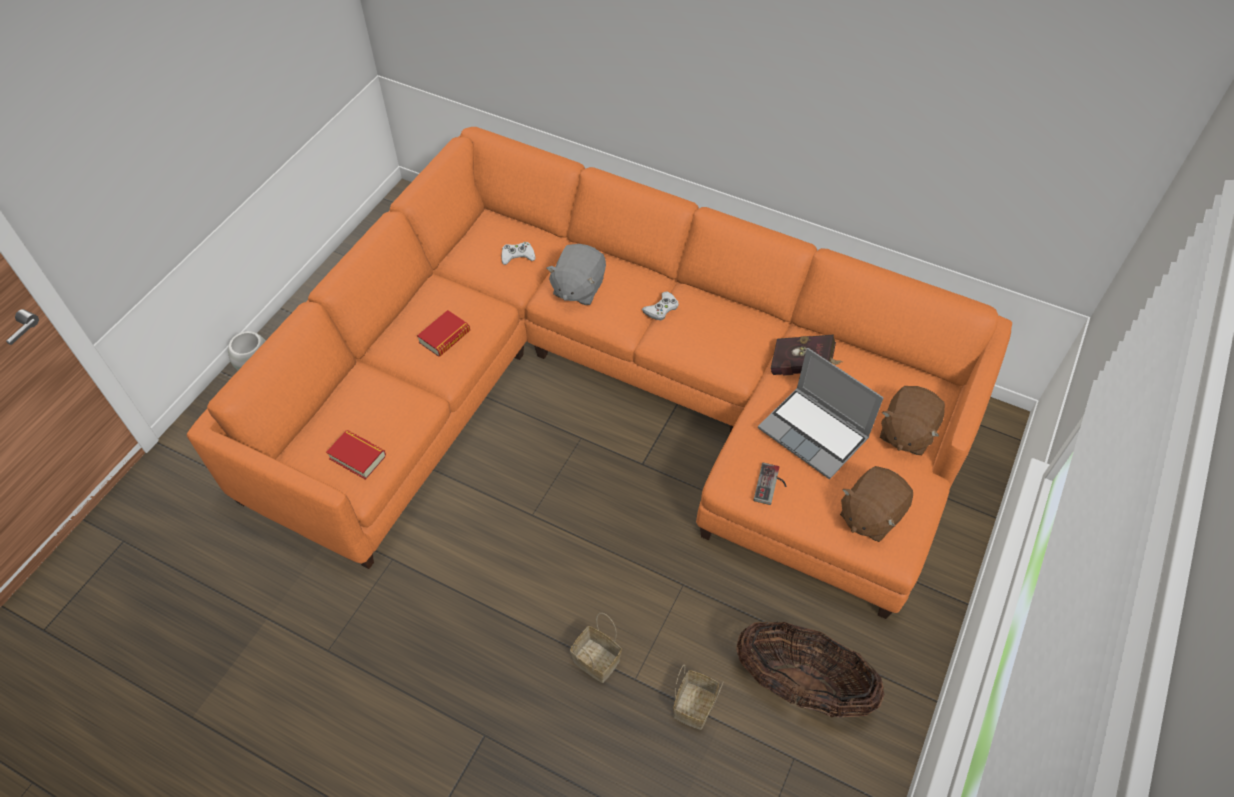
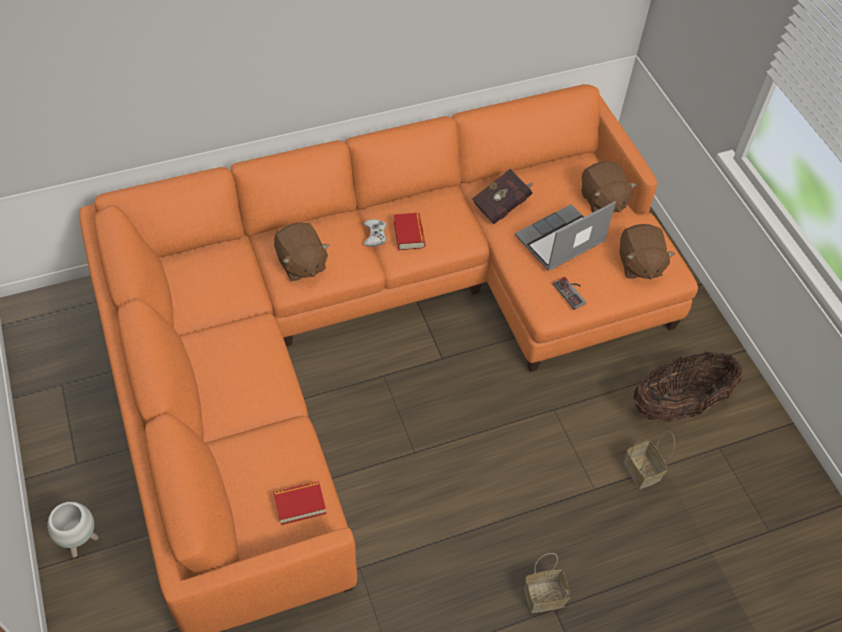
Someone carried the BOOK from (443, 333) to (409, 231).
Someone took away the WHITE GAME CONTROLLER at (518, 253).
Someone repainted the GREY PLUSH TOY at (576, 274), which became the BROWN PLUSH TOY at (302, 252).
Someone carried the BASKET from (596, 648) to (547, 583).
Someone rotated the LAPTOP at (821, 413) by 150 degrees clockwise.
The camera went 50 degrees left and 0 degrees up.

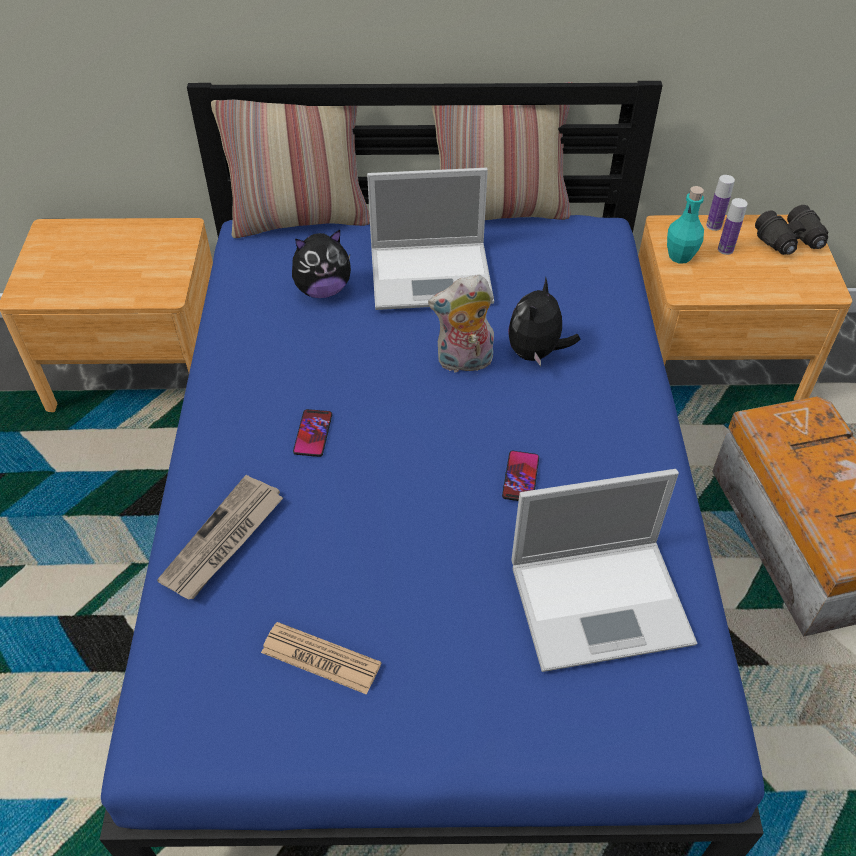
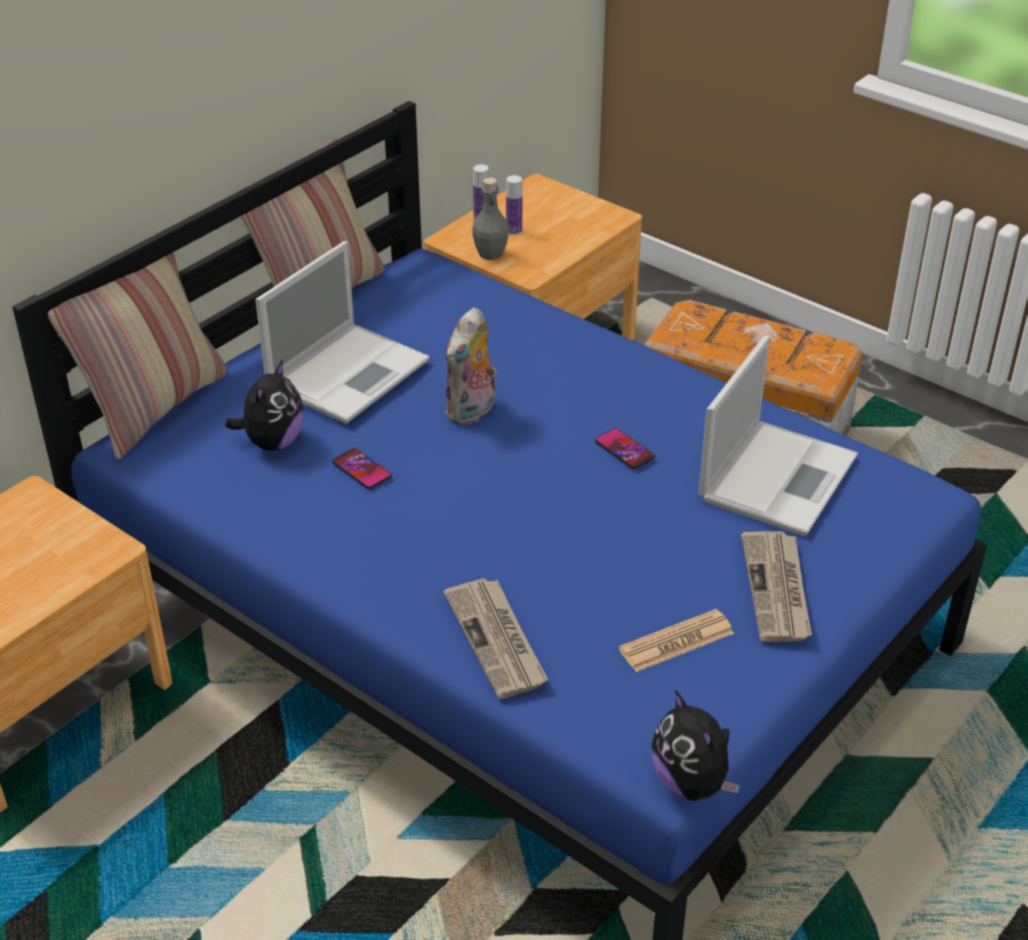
Someone carried the PHONE from (312, 433) to (362, 468).
Someone carried the PLUSH TOY from (544, 321) to (696, 745).
Someone repainted the TURQUOISE BOTTLE at (685, 225), which became the GREY BOTTLE at (490, 218).
Someone took away the BLACK BINOCULARS at (791, 230).
Someone put down the NEWSPAPER at (776, 586).
The camera went 50 degrees left and 10 degrees down.

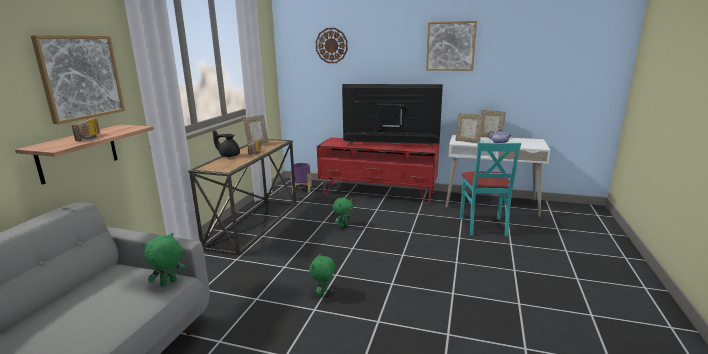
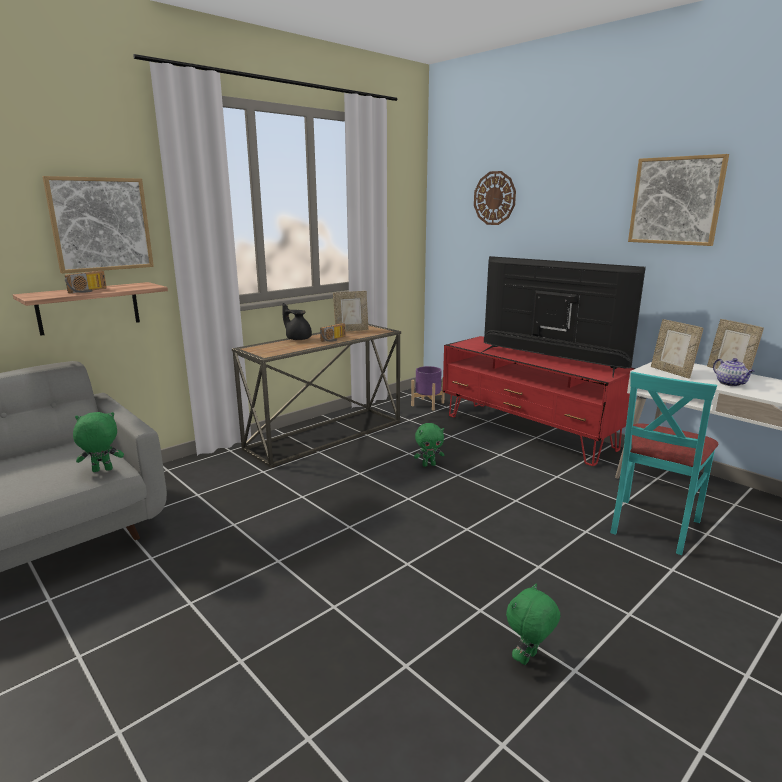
Someone carried the GREEN PLUSH TOY from (322, 275) to (533, 624).
The camera went 30 degrees right and 0 degrees up.

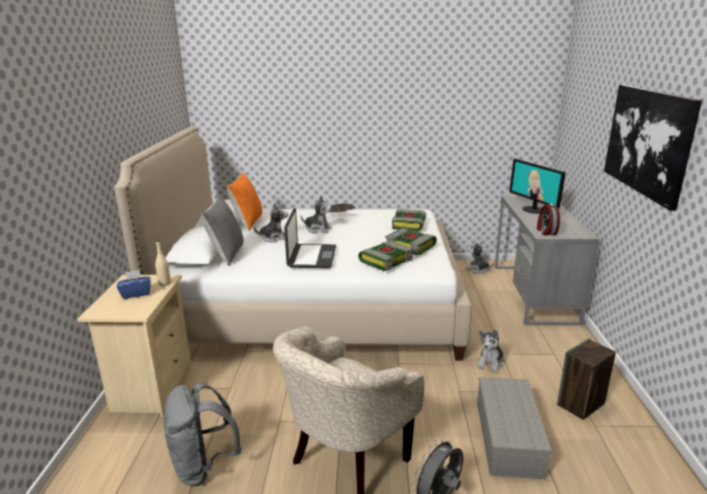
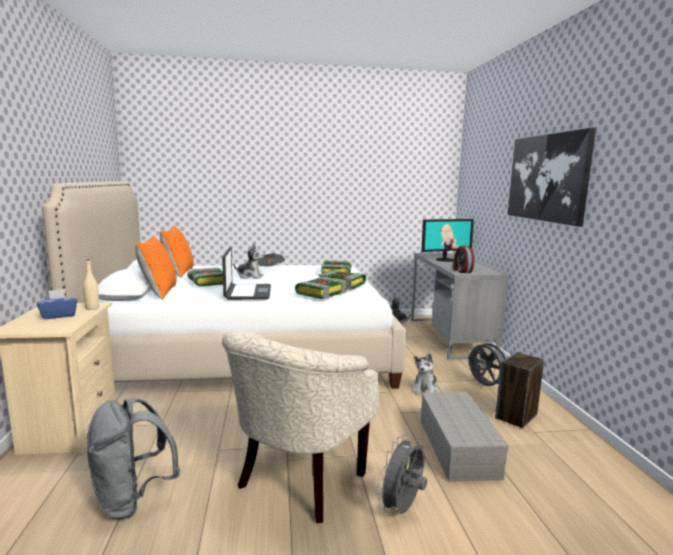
Someone repainted the GREY PILLOW at (222, 231), which became the ORANGE PILLOW at (156, 267).
Someone swapped the PLUSH TOY at (271, 222) for the BOOK at (205, 276).
Someone rotated the MONITOR at (537, 186) by 75 degrees counterclockwise.
Someone put down the GREY FAN at (487, 363).
The camera went 10 degrees left and 10 degrees down.

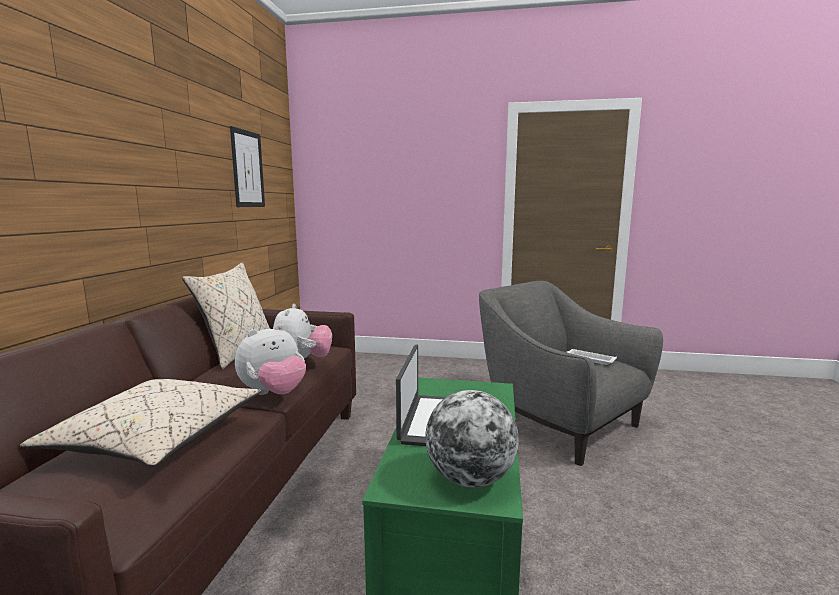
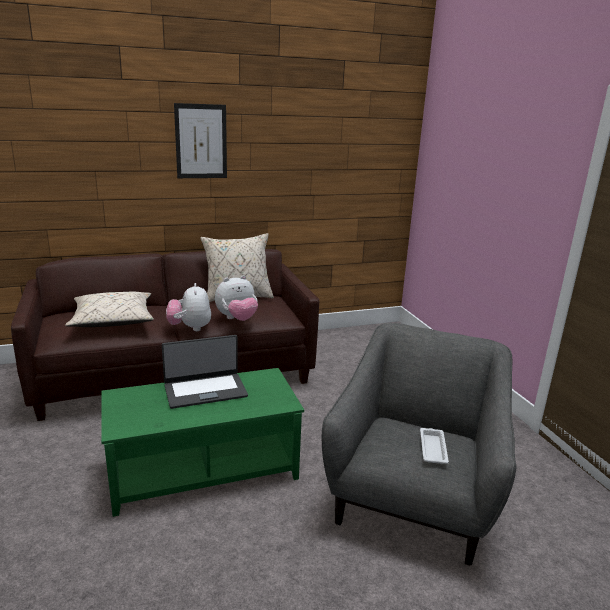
Someone carried the PICTURE from (247, 166) to (200, 140).
Someone rotated the PLUSH TOY at (270, 359) by 60 degrees clockwise.
Someone took away the GLOBE at (472, 439).
The camera went 60 degrees right and 10 degrees up.

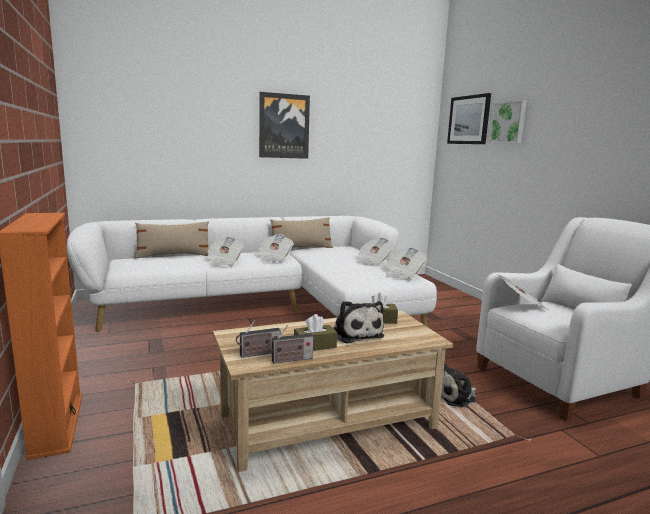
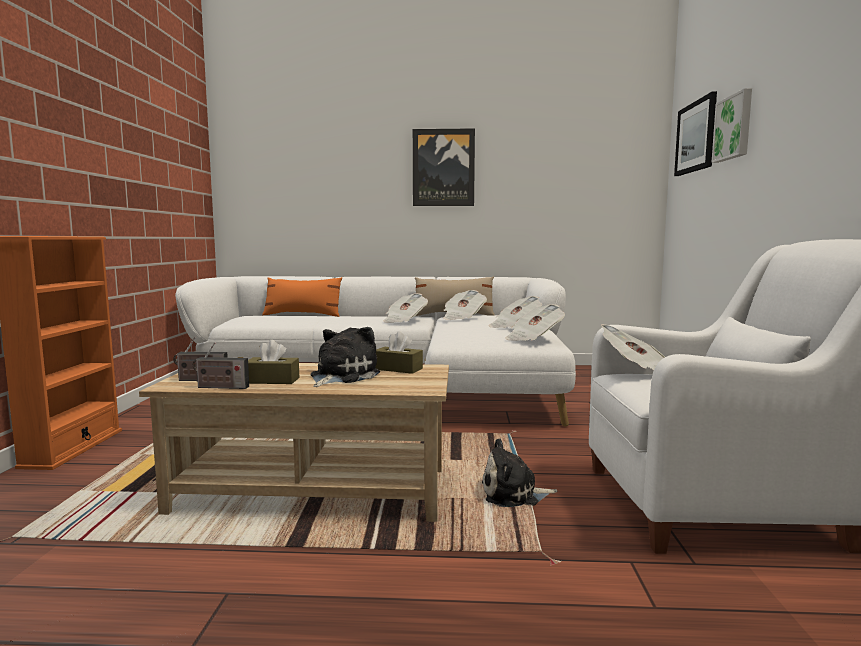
Someone repainted the BEIGE PILLOW at (172, 240), which became the ORANGE PILLOW at (302, 297).
Someone carried the NEWSPAPER from (226, 251) to (465, 305).
Someone rotated the PLUSH TOY at (358, 322) by 150 degrees counterclockwise.
The camera went 25 degrees right and 5 degrees down.

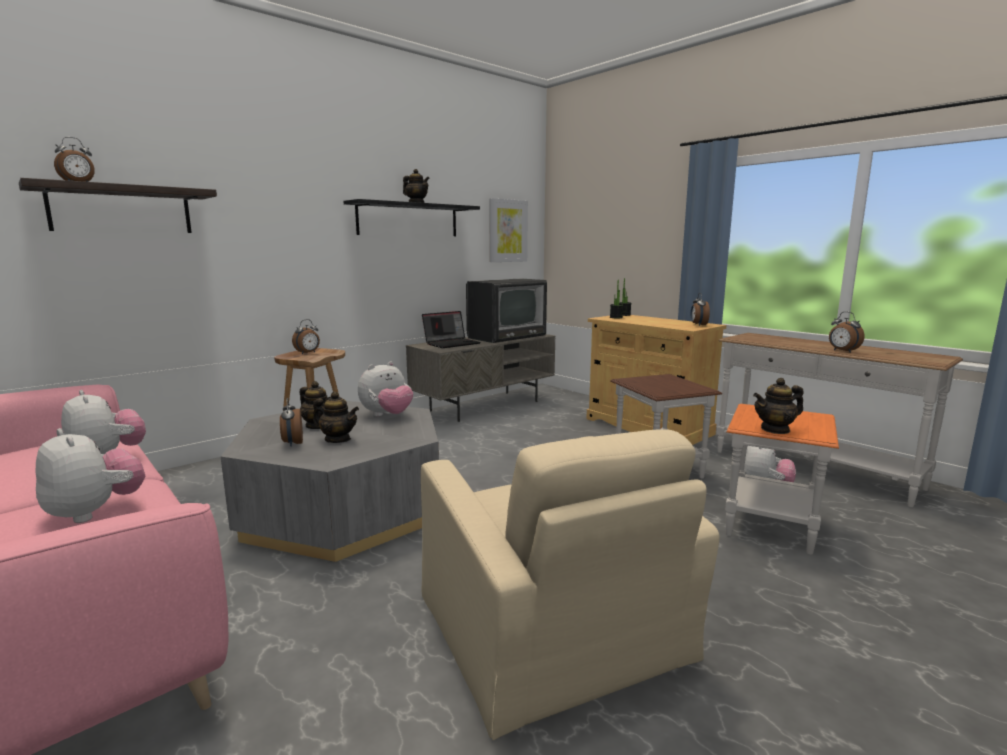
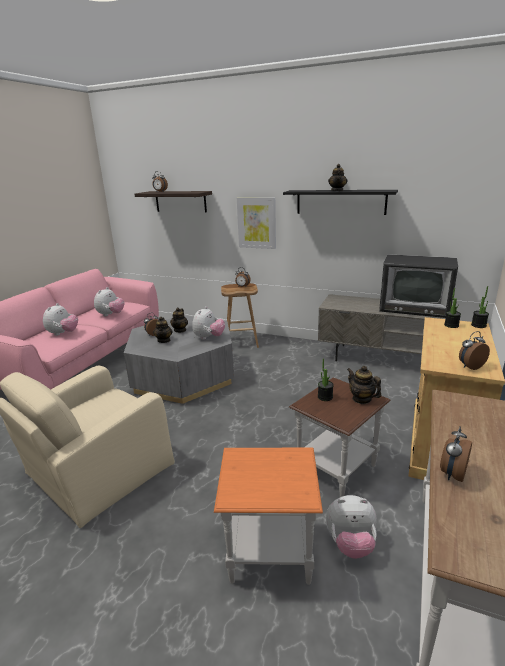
Someone rotated the PLUSH TOY at (385, 389) by 90 degrees counterclockwise.
Someone took away the LAPTOP at (451, 329).
Someone carried the PICTURE from (508, 230) to (256, 223).
Someone carried the TEAPOT from (778, 406) to (364, 385).
Someone put down the POTTED PLANT at (326, 379).
The camera went 65 degrees right and 10 degrees up.

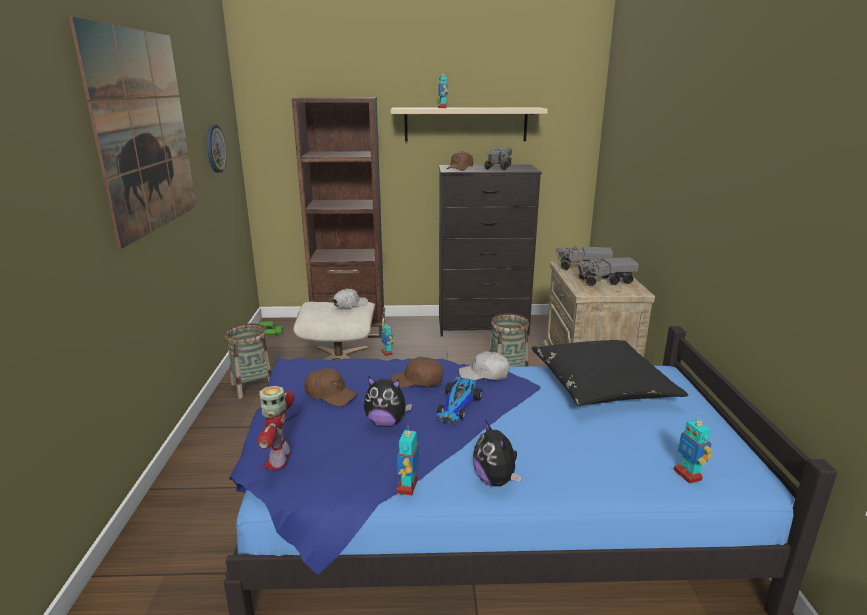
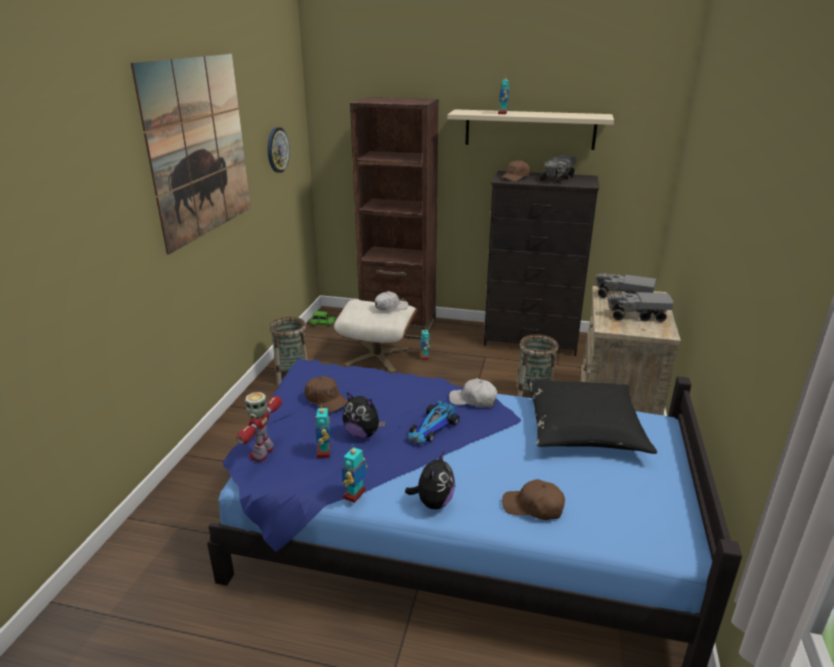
Someone carried the BROWN CAP from (417, 372) to (533, 499).
Someone rotated the PLUSH TOY at (497, 453) by 150 degrees counterclockwise.
Someone carried the TOY ROBOT from (693, 449) to (323, 431).
The camera went 15 degrees right and 5 degrees up.

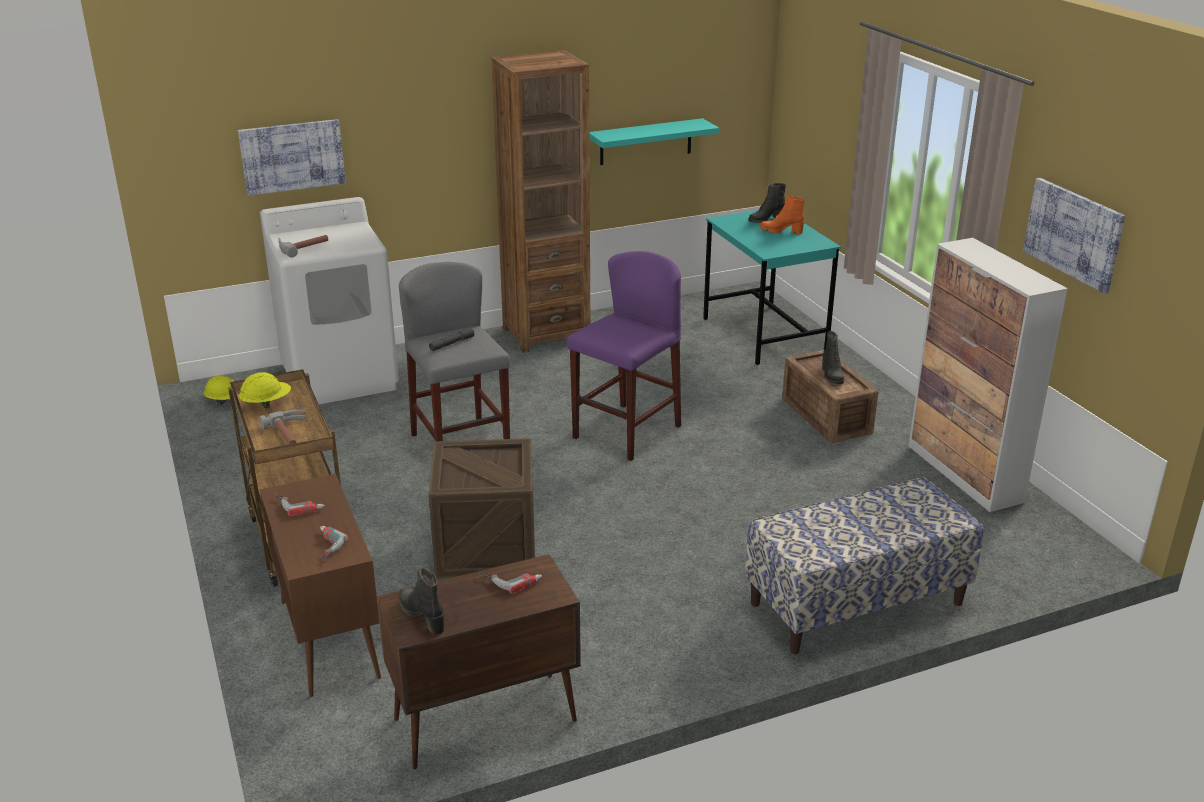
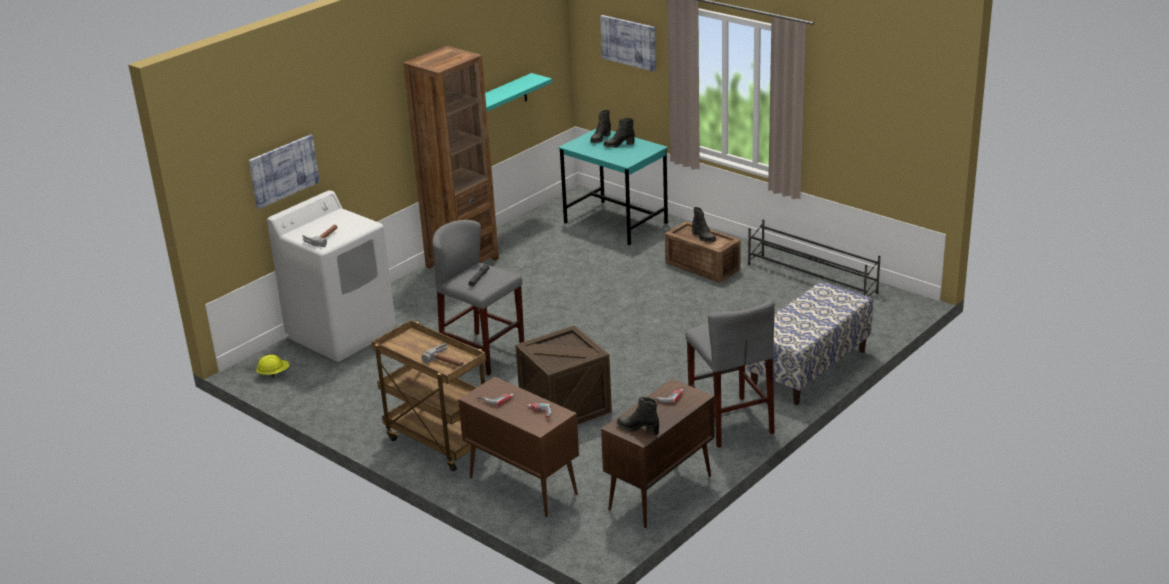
Someone took away the YELLOW HARD HAT at (265, 390).
Someone took away the PURPLE STOOL at (624, 356).
Someone repainted the ORANGE BOOT at (782, 215), which became the BLACK BOOT at (619, 133).
Someone swapped the CABINET at (988, 375) for the BLACK SHOE RACK at (814, 258).
Someone carried the PICTURE from (1074, 236) to (628, 43).
Someone put down the GREY STOOL at (730, 374).
The camera went 25 degrees left and 0 degrees up.

